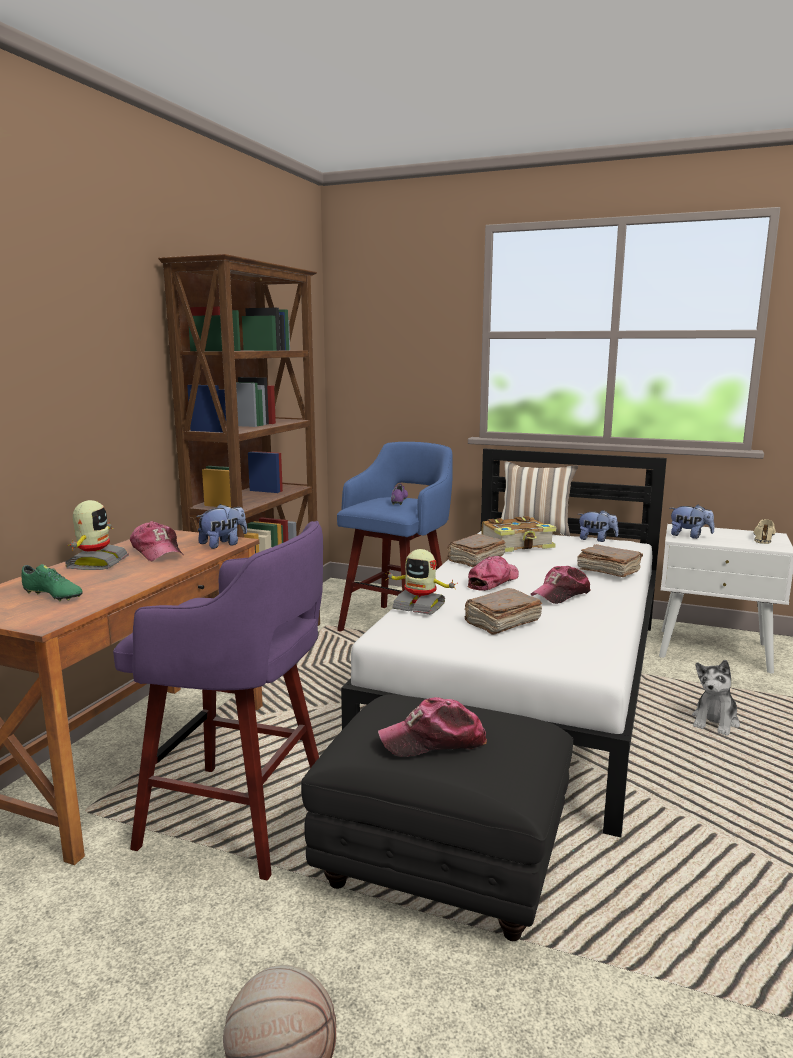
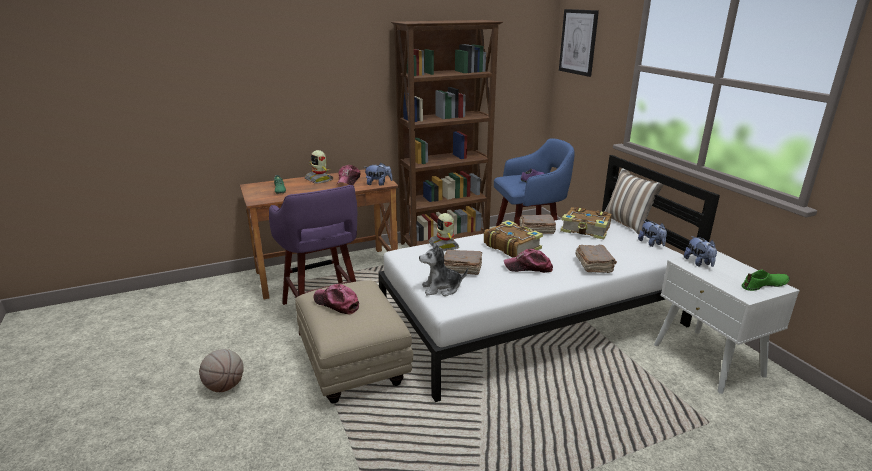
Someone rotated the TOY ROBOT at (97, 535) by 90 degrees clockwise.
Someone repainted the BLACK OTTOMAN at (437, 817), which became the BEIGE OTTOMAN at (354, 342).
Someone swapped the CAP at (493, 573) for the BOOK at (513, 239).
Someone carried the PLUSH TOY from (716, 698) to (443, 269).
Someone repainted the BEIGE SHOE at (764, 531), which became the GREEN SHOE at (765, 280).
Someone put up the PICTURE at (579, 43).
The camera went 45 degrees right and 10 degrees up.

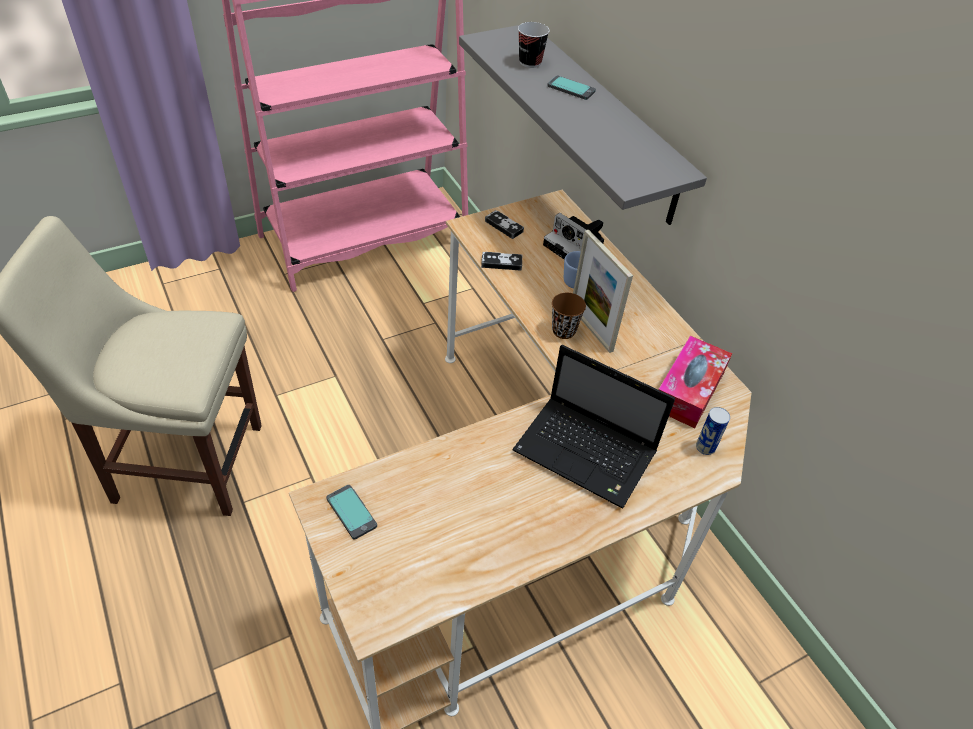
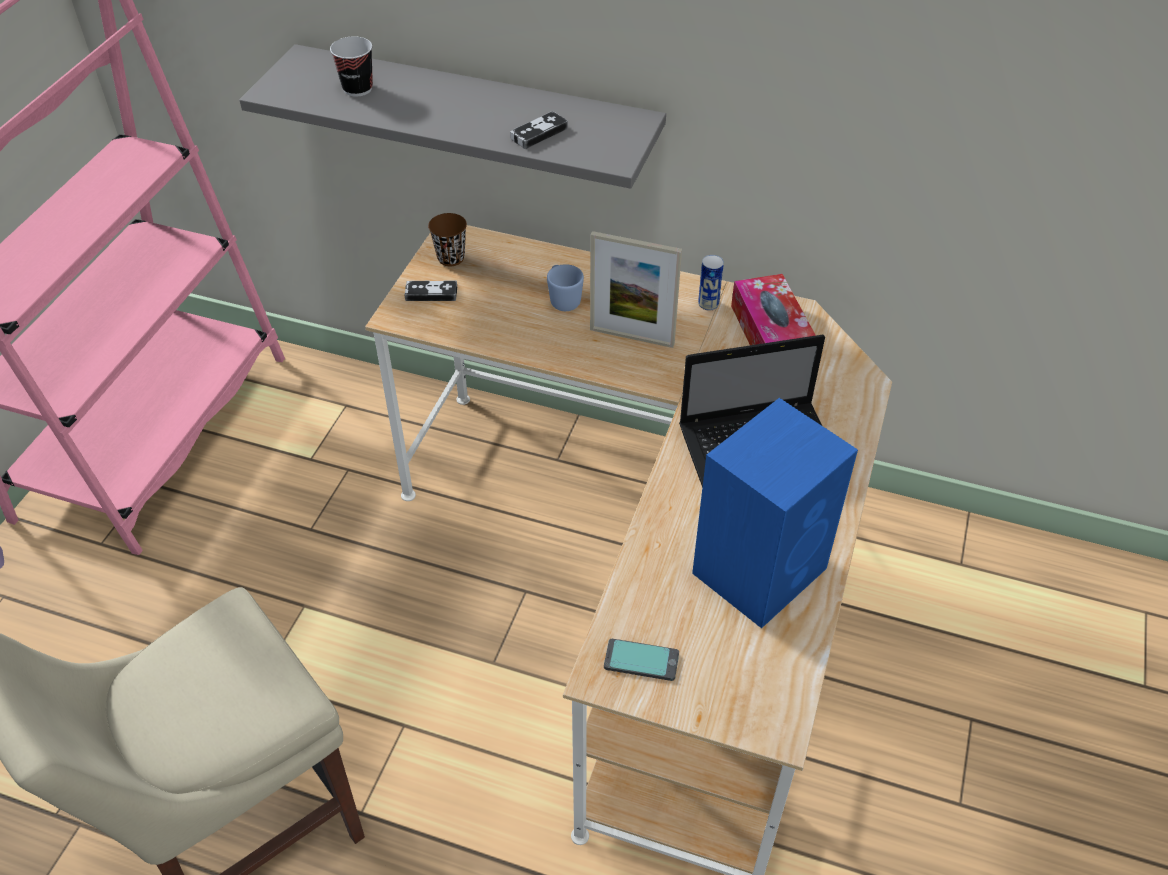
Someone carried the GAME CONTROLLER from (501, 261) to (539, 130).
Someone took away the PHOTO CAMERA at (573, 236).
Someone took away the PHONE at (571, 88).
Someone carried the BROWN CUP from (569, 316) to (447, 239).
Someone carried the CAN from (713, 431) to (711, 282).
Someone put down the BLUE SPEAKER at (775, 513).
The camera went 40 degrees left and 0 degrees up.

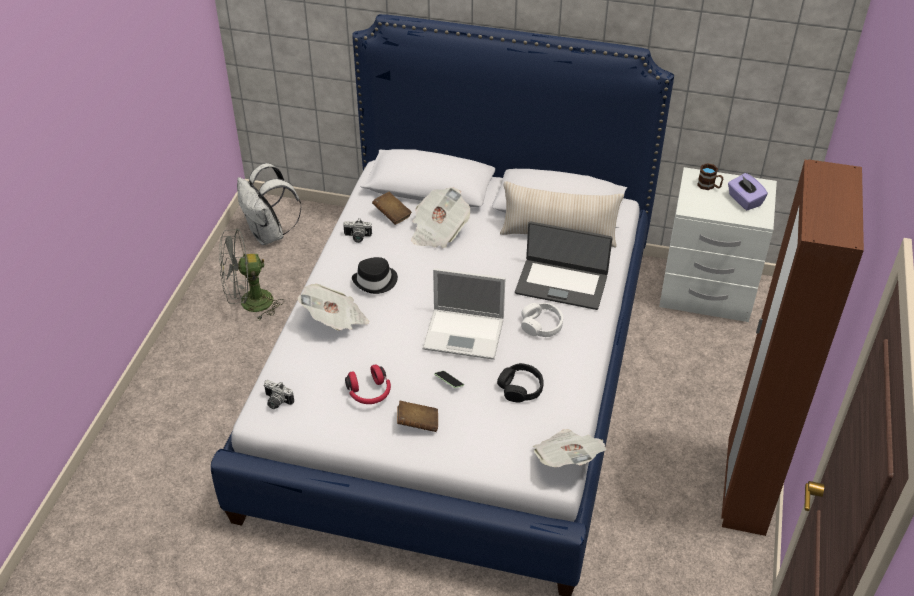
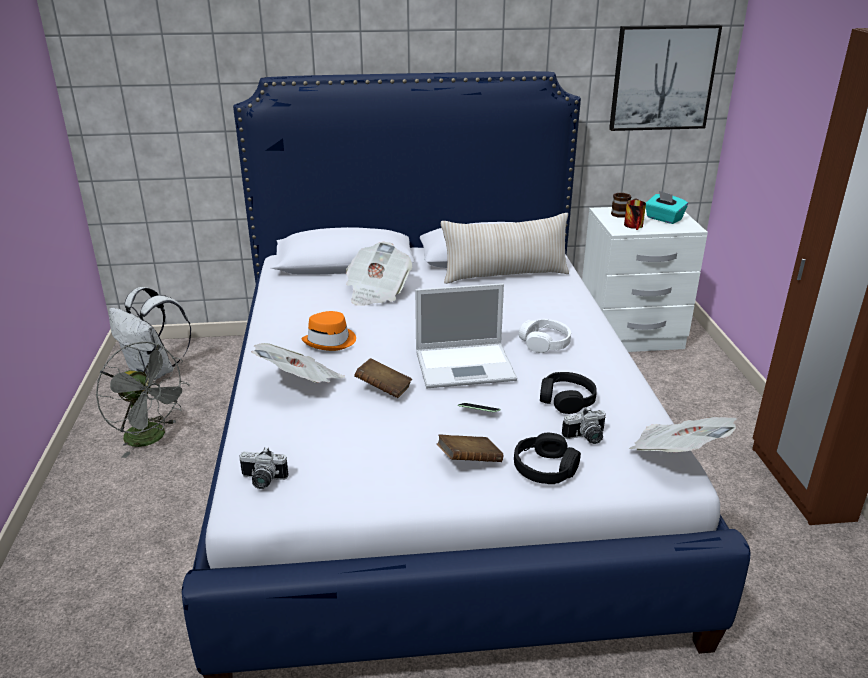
Someone rotated the GREY FAN at (251, 274) by 105 degrees counterclockwise.
Someone carried the PHOTO CAMERA from (357, 230) to (584, 425).
Someone took away the RED HEADPHONES at (368, 384).
Someone repainted the BLACK HAT at (375, 275), which became the ORANGE HAT at (328, 331).
Someone carried the BROWN BOOK from (392, 208) to (383, 378).
Someone took away the LAPTOP at (563, 265).
Someone repainted the PURPLE TISSUE BOX at (748, 191), which became the TURQUOISE TISSUE BOX at (667, 207).
Someone put down the BLACK HEADPHONES at (547, 458).
Someone put up the PICTURE at (665, 78).
Someone put down the MUG at (635, 215).
The camera went 20 degrees left and 15 degrees down.

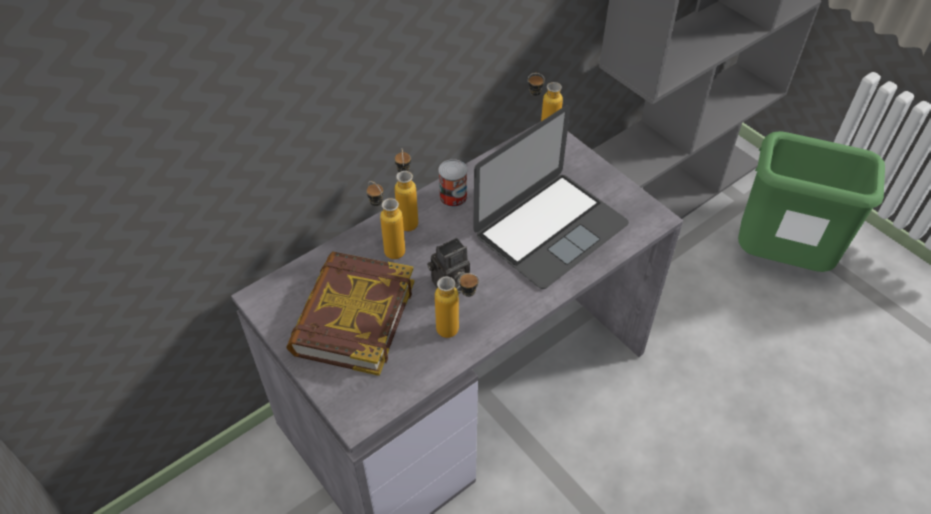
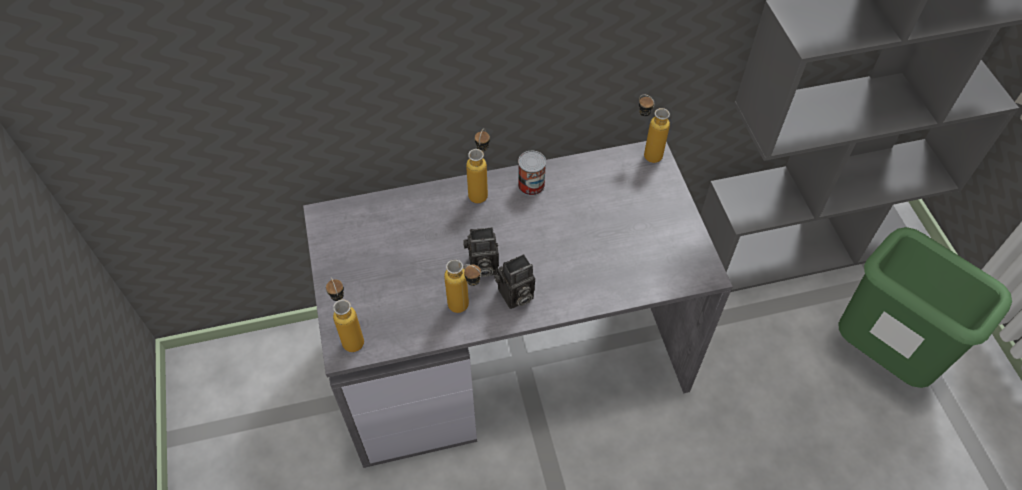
Someone took away the BOOK at (350, 313).
Someone carried the BOTTLE from (386, 220) to (345, 314).
Someone took away the LAPTOP at (551, 197).
Someone put down the PHOTO CAMERA at (514, 281).
The camera went 25 degrees right and 5 degrees up.

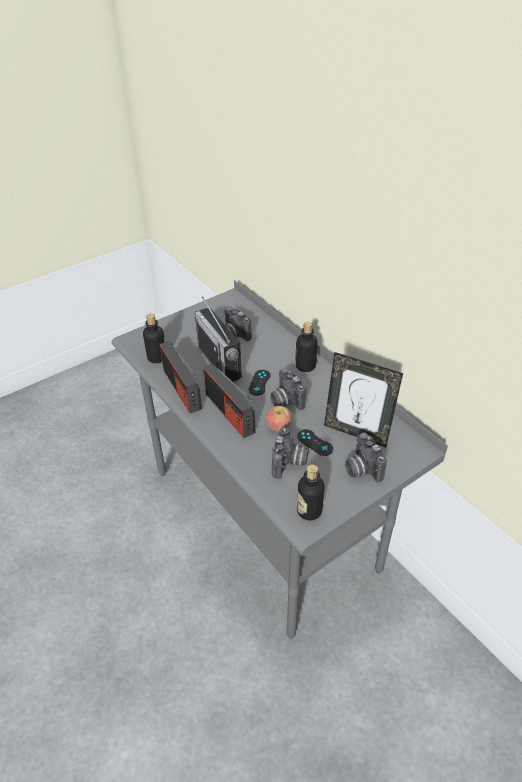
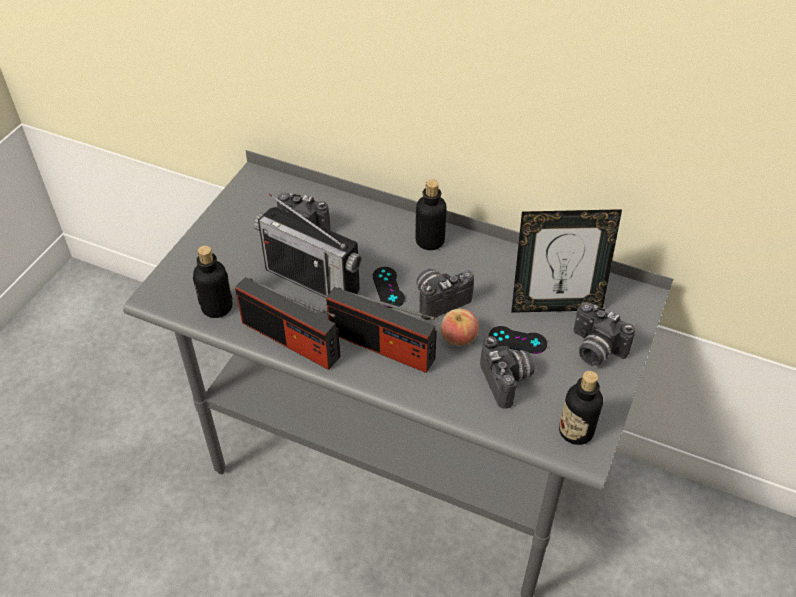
Someone rotated the PHOTO CAMERA at (288, 389) by 120 degrees clockwise.
The camera went 30 degrees left and 5 degrees up.

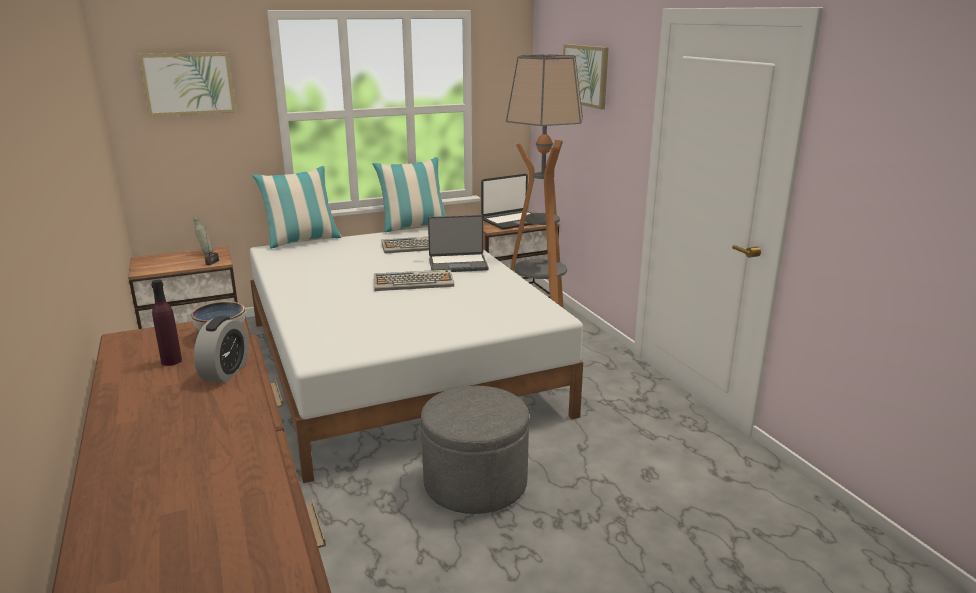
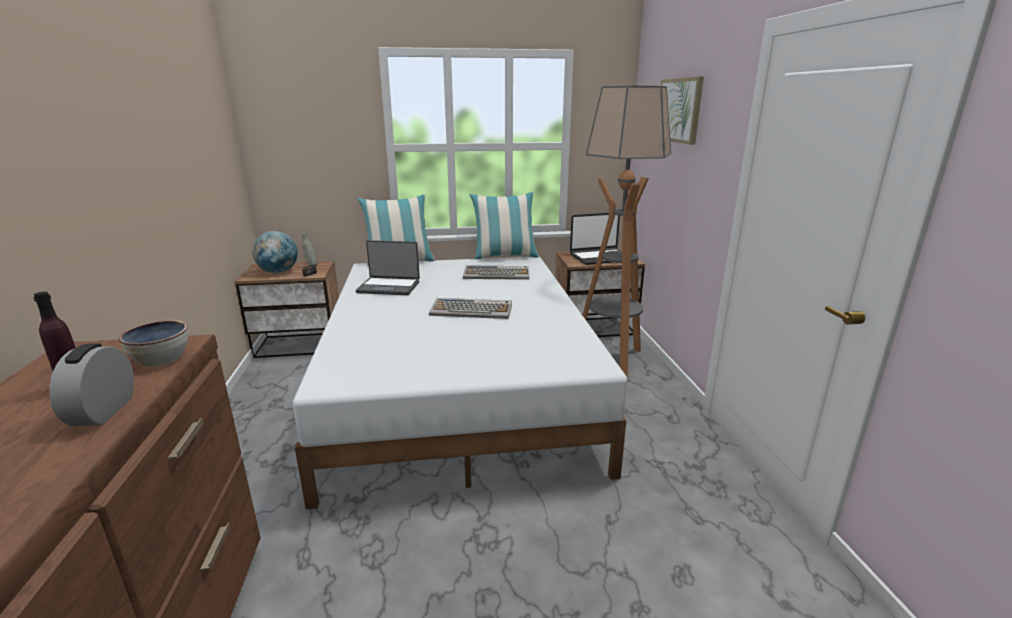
Someone took away the PICTURE at (187, 84).
Someone rotated the ALARM CLOCK at (221, 349) by 150 degrees clockwise.
Someone took away the GREY OTTOMAN at (475, 450).
Someone carried the LAPTOP from (458, 243) to (388, 267).
Someone put down the GLOBE at (275, 252).
The camera went 15 degrees right and 0 degrees up.

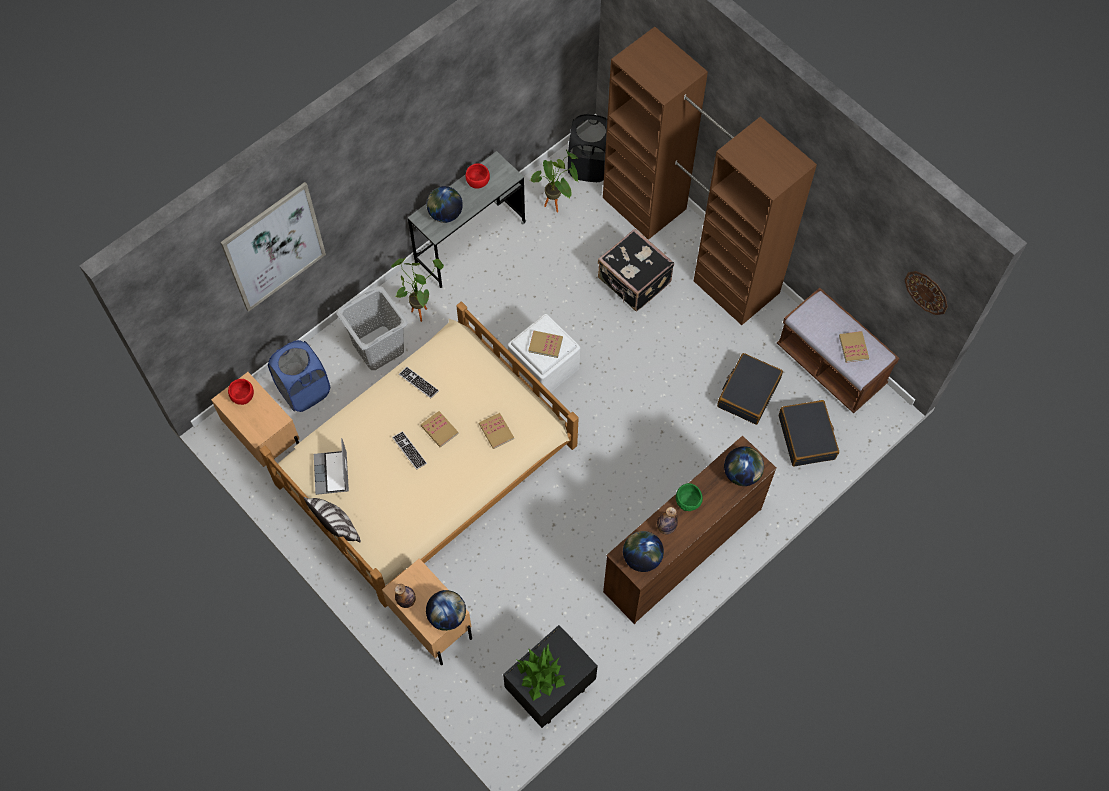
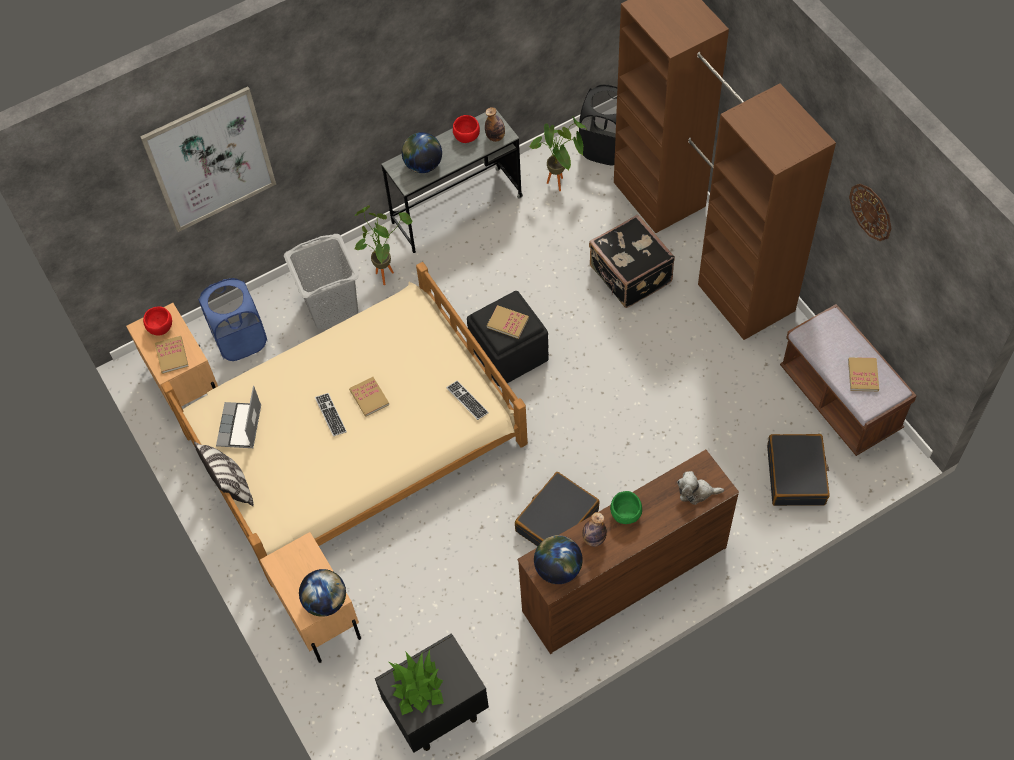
Someone carried the BOTTLE from (405, 596) to (495, 124).
Someone carried the KEYBOARD from (419, 382) to (467, 400).
Someone carried the BOOK from (496, 431) to (172, 355).
Someone repainted the WHITE OTTOMAN at (544, 356), which became the BLACK OTTOMAN at (508, 338).
Someone carried the BLACK SUITCASE from (750, 389) to (557, 509).
Someone swapped the GLOBE at (744, 466) for the PLUSH TOY at (700, 488).
Someone carried the WALL CLOCK from (926, 293) to (870, 212).
The camera went 15 degrees right and 5 degrees down.

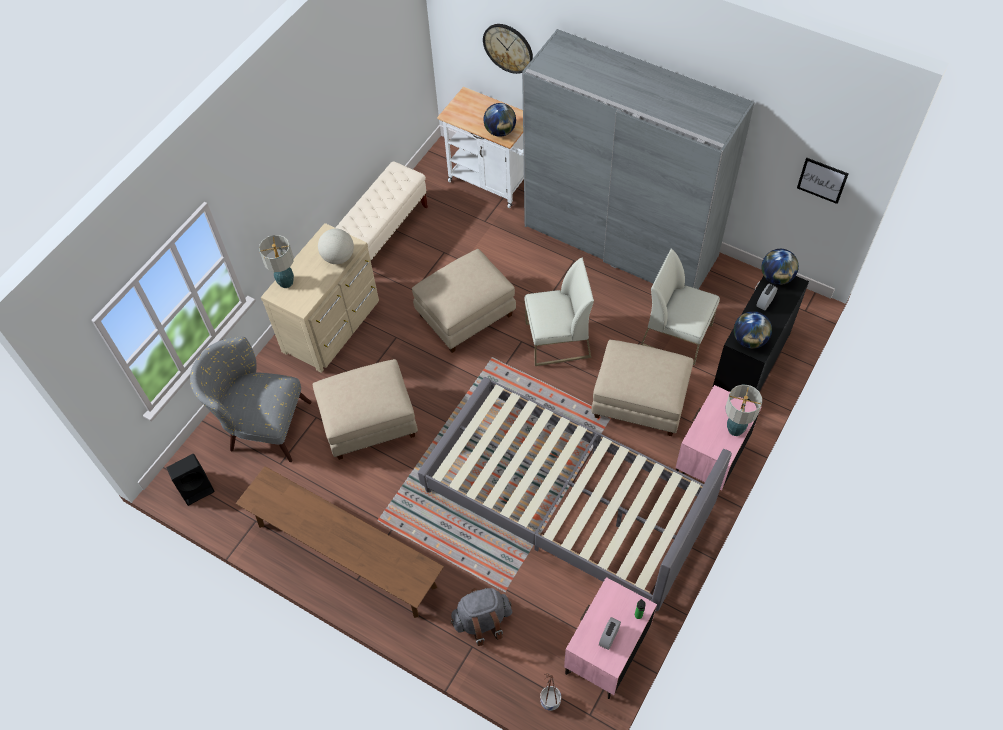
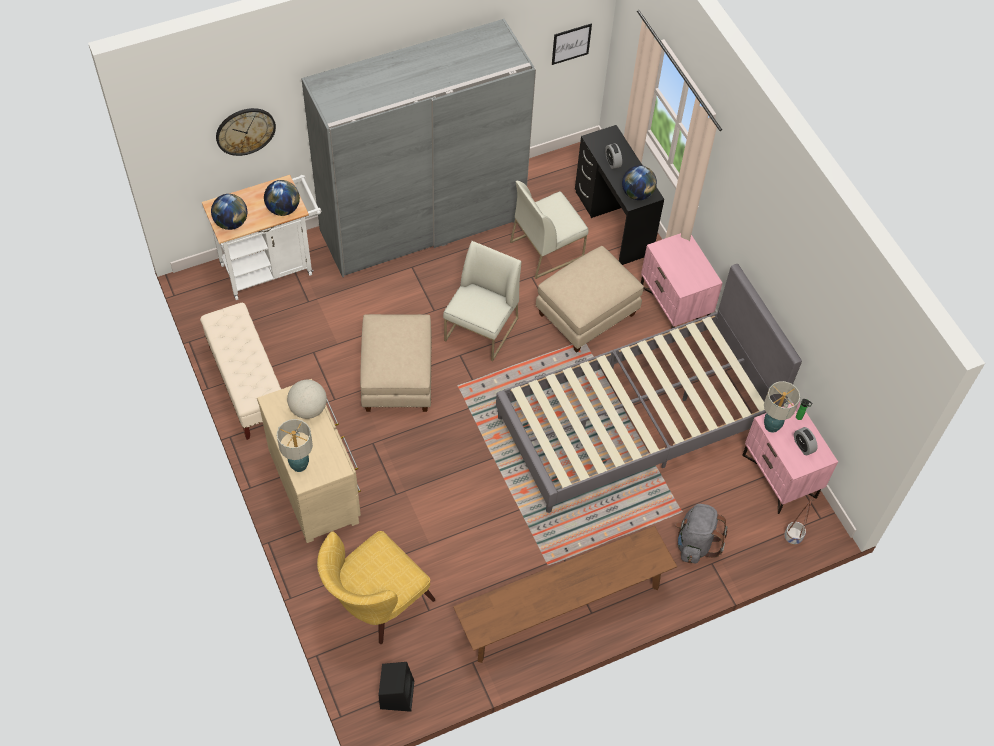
Someone repainted the GREY ARMCHAIR at (251, 399), which became the YELLOW ARMCHAIR at (376, 587).
Someone took away the BEIGE OTTOMAN at (365, 409).
Someone carried the TABLE LAMP from (744, 410) to (782, 407).
Someone carried the GLOBE from (780, 267) to (229, 212).
The camera went 60 degrees left and 0 degrees up.

